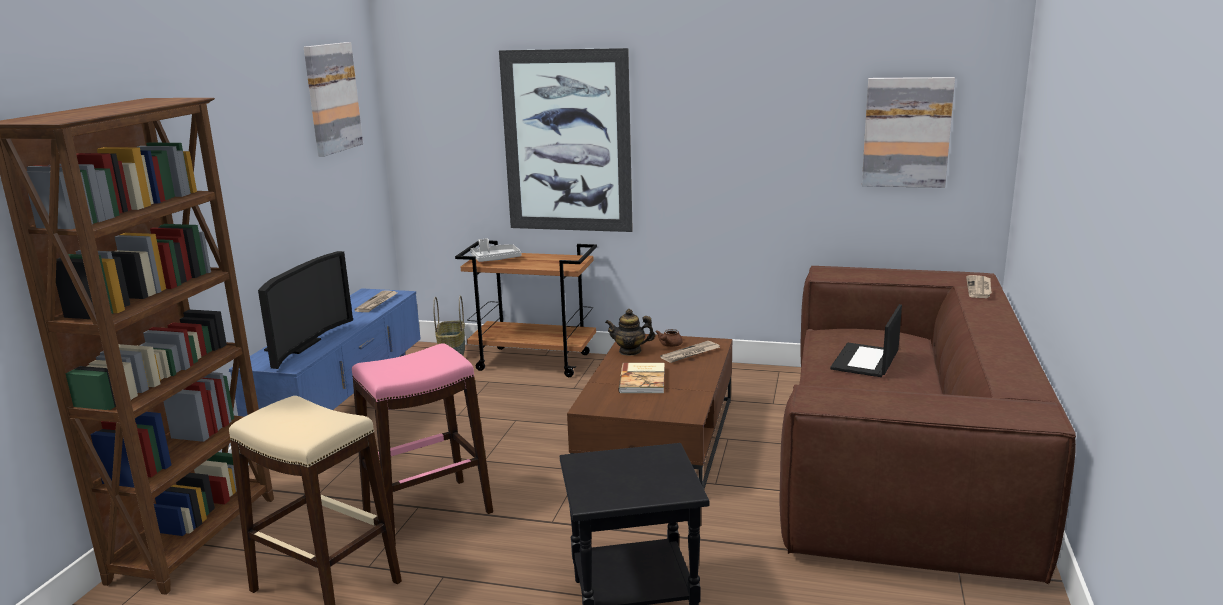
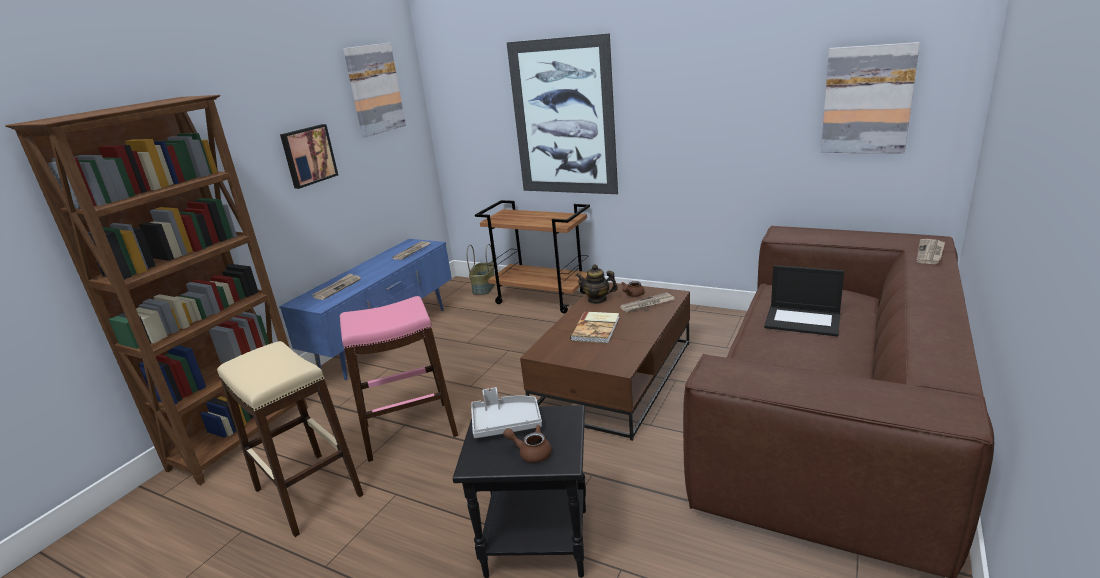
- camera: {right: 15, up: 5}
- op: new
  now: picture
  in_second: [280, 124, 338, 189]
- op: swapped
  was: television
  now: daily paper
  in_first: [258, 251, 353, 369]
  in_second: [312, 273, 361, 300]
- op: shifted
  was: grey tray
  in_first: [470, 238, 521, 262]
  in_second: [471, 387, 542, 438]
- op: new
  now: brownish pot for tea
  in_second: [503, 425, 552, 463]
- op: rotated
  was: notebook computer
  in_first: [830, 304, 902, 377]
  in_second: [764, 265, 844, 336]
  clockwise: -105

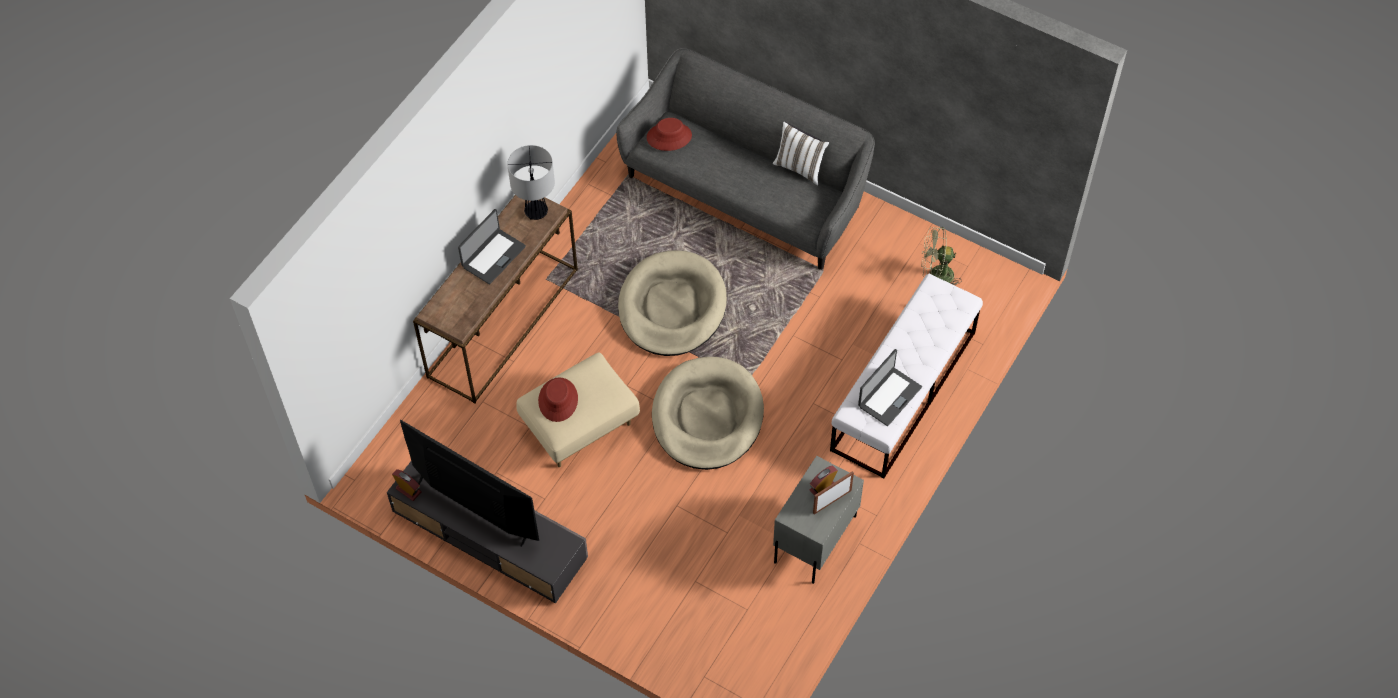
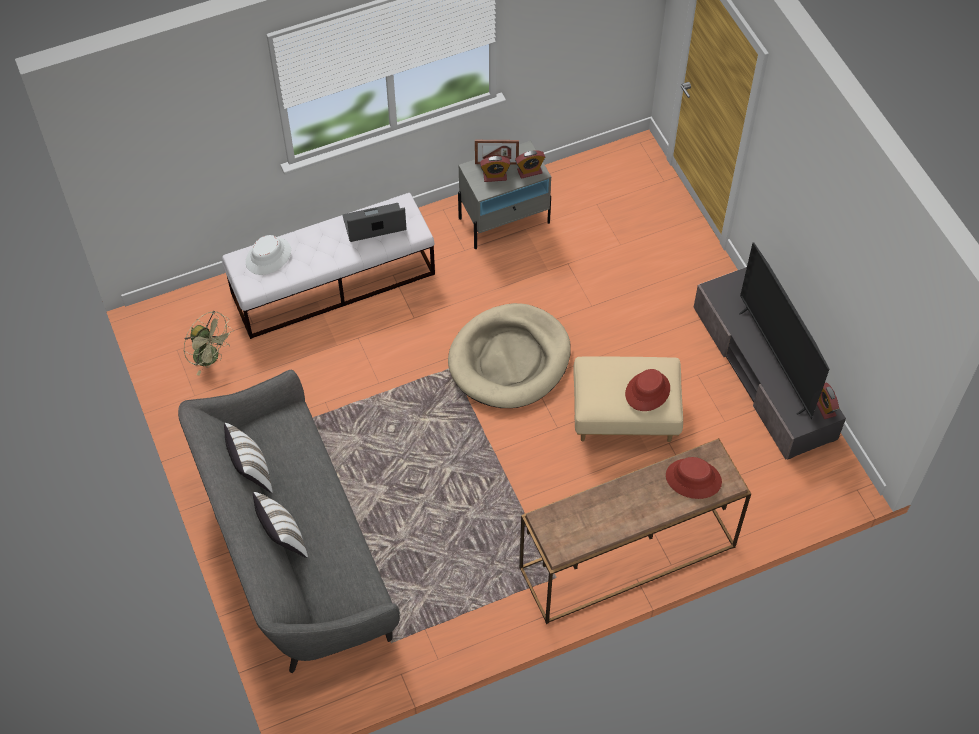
- camera: {right: -145, up: 0}
- op: new
  now: whitish hat
  in_second: [246, 235, 291, 275]
- op: new
  now: whitish throw pillow
  in_second: [253, 492, 308, 558]
- op: new
  now: bedside clock
  in_second: [515, 150, 545, 179]
- op: shifted
  was: red hat
  in_first: [647, 118, 692, 151]
  in_second: [666, 457, 722, 499]
- op: gone
  was: notebook computer
  in_first: [458, 209, 526, 285]
- op: gone
  was: table lamp
  in_first: [507, 145, 555, 220]
- op: gone
  was: beige dog cushion
  in_first: [618, 250, 727, 356]

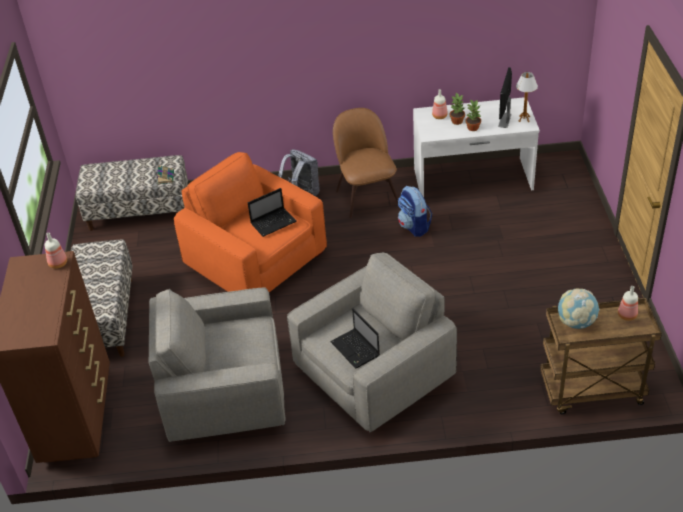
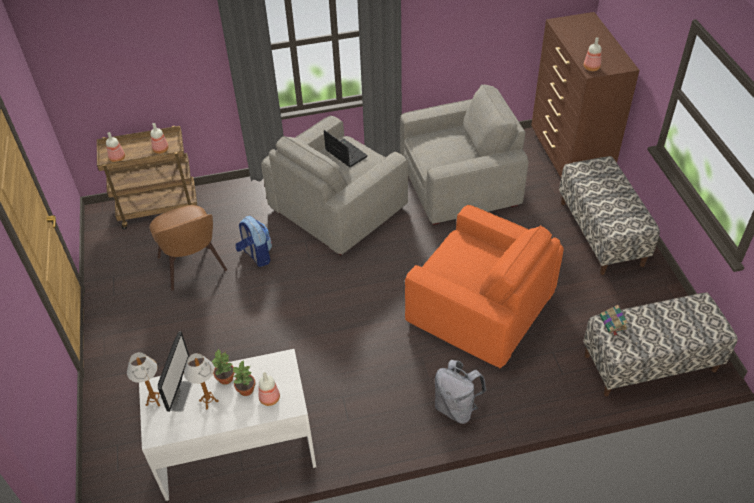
- camera: {right: 170, up: 5}
- op: swapped
  was: globe
  now: drink bottle
  in_first: [558, 288, 599, 329]
  in_second: [150, 123, 169, 154]
- op: shifted
  was: brownish upright chair
  in_first: [333, 108, 398, 218]
  in_second: [150, 205, 227, 291]
- op: new
  now: table lamp
  in_second: [184, 353, 218, 409]
- op: shifted
  was: backpack
  in_first: [398, 186, 432, 237]
  in_second: [236, 216, 272, 267]
- op: gone
  was: notebook computer
  in_first: [248, 188, 297, 237]

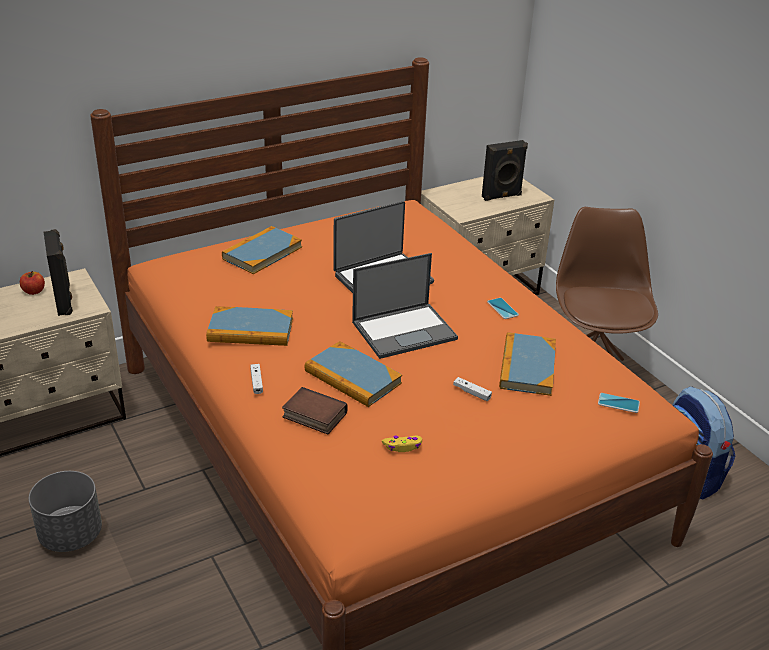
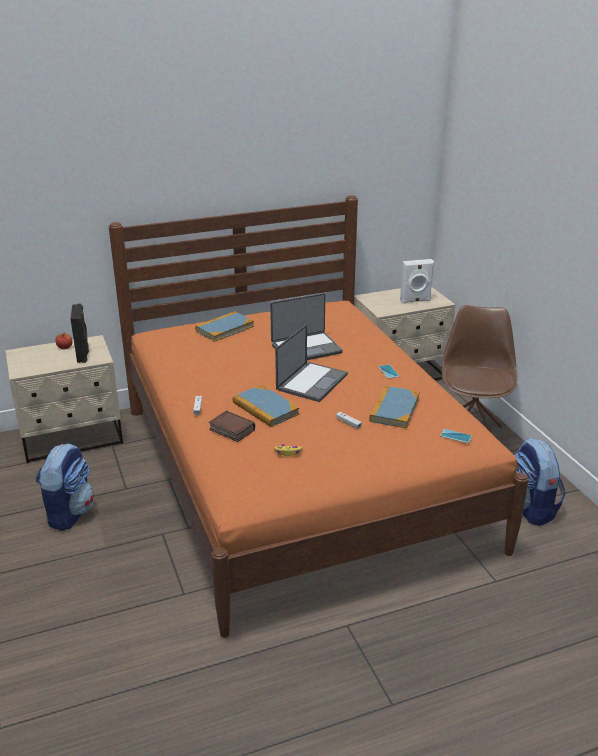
- camera: {right: 10, up: -5}
- op: swapped
  was: grey flower pot
  now: backpack
  in_first: [29, 471, 102, 552]
  in_second: [36, 443, 94, 531]
- op: rotated
  was: notebook computer
  in_first: [352, 253, 458, 359]
  in_second: [275, 324, 348, 402]
  clockwise: -45
- op: repainted
  was: blackish loudspeaker
  now: whitish loudspeaker
  in_first: [482, 140, 528, 201]
  in_second: [400, 259, 434, 303]
- op: gone
  was: bound book
  in_first: [206, 306, 293, 346]

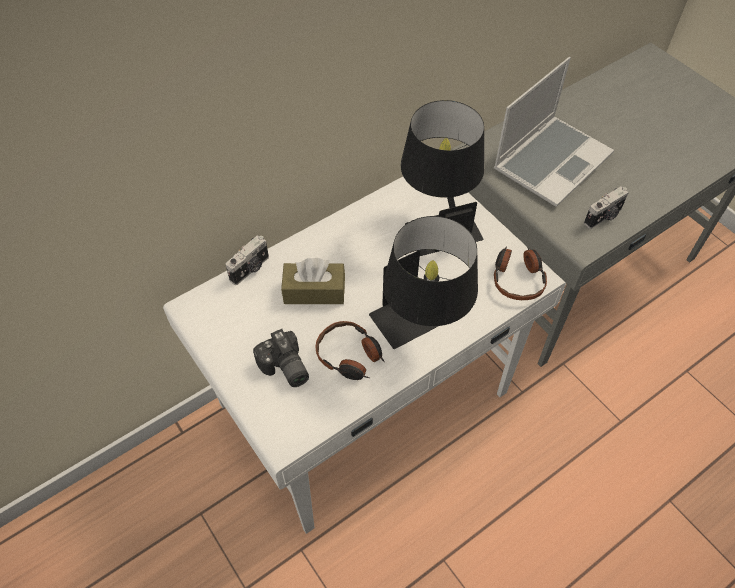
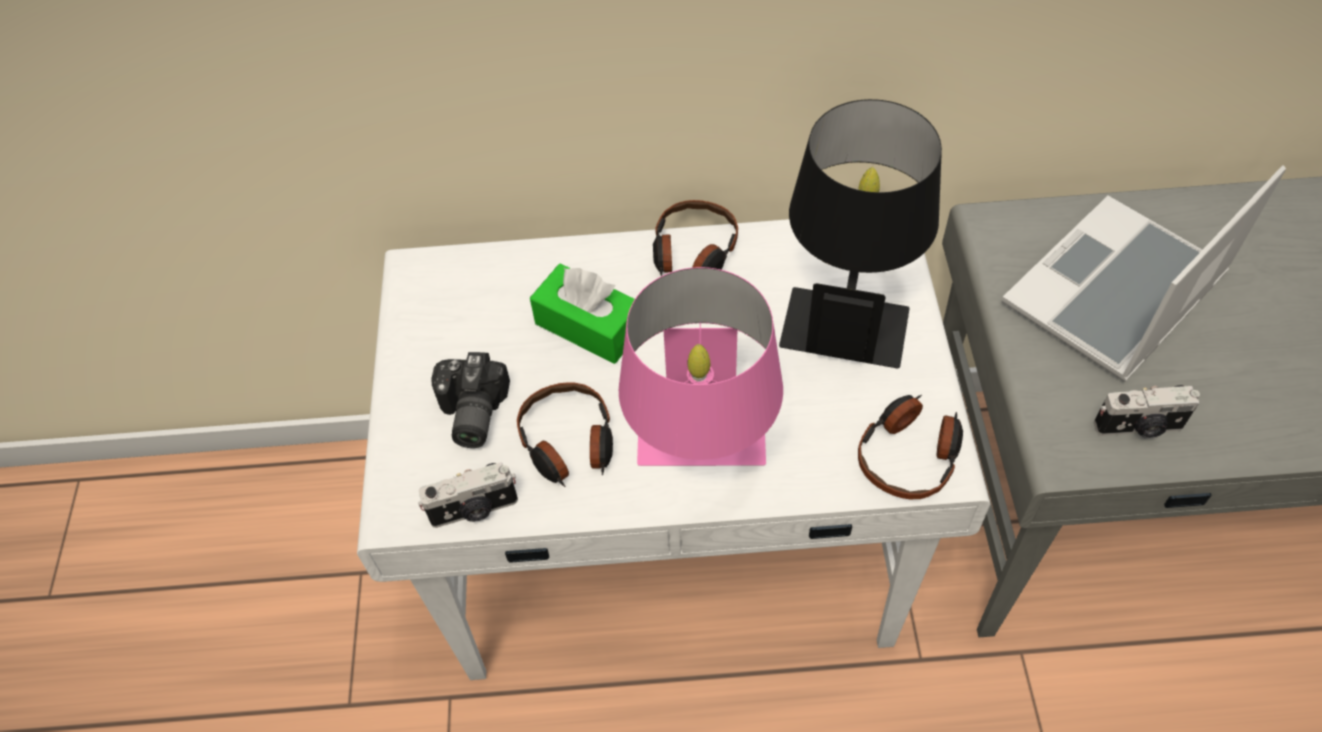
- camera: {right: 35, up: 0}
- op: shifted
  was: still camera
  in_first: [225, 235, 269, 285]
  in_second: [418, 462, 518, 528]
- op: repainted
  was: brownish box of tissues
  now: greenish box of tissues
  in_first: [281, 258, 345, 304]
  in_second: [530, 263, 635, 364]
- op: repainted
  was: blackish table lamp
  now: pink-coloured table lamp
  in_first: [369, 216, 478, 349]
  in_second: [619, 267, 783, 466]
- op: new
  now: headphones
  in_second: [653, 200, 738, 276]
- op: rotated
  was: notebook computer
  in_first: [494, 57, 614, 207]
  in_second: [1001, 165, 1286, 382]
  clockwise: 150

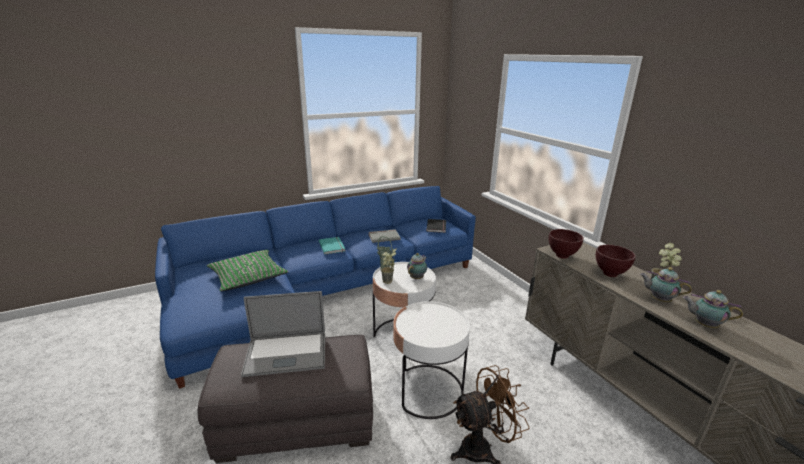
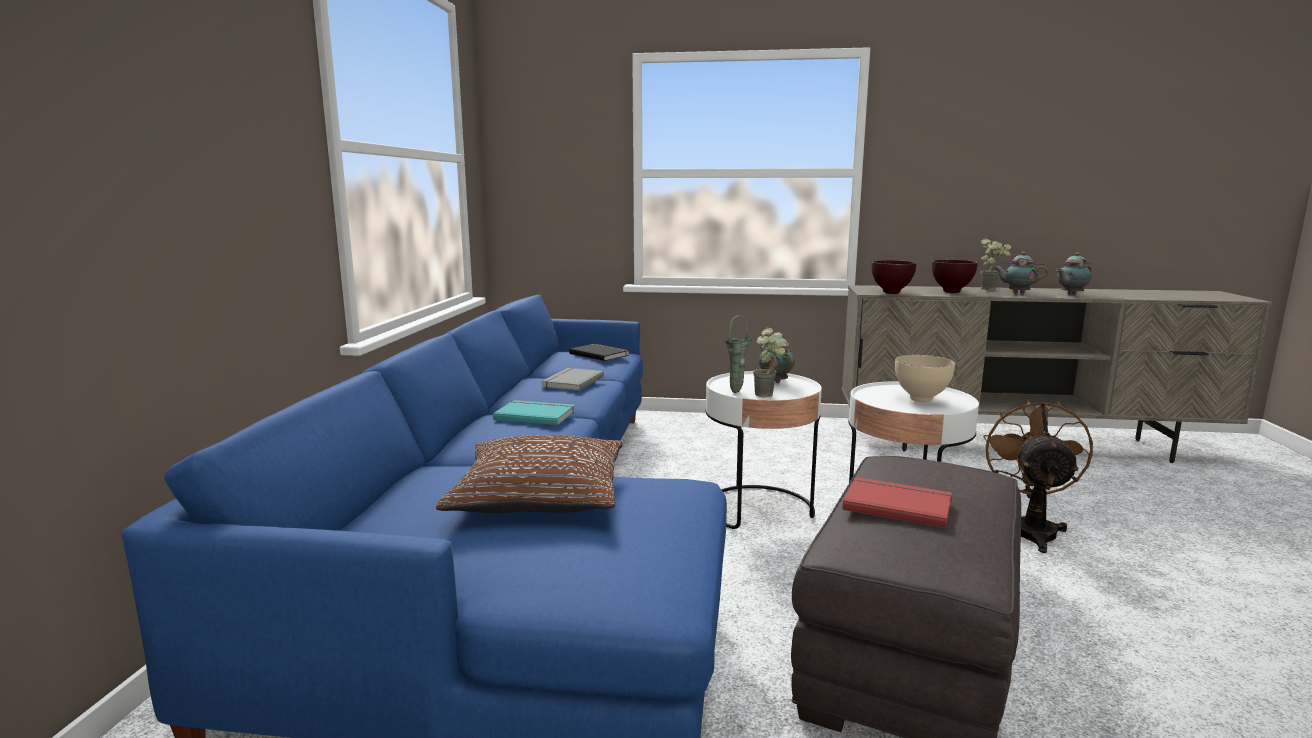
- camera: {right: -55, up: -10}
- op: repainted
  was: greenish throw pillow
  now: brownish throw pillow
  in_first: [207, 250, 288, 291]
  in_second: [436, 435, 623, 513]
- op: swapped
  was: notebook computer
  now: red bound book
  in_first: [241, 291, 325, 377]
  in_second: [843, 477, 952, 528]
- op: new
  now: beige deep dish
  in_second: [895, 355, 955, 402]
- op: rotated
  was: pot for tea
  in_first: [640, 267, 692, 302]
  in_second: [994, 252, 1048, 294]
  clockwise: 45

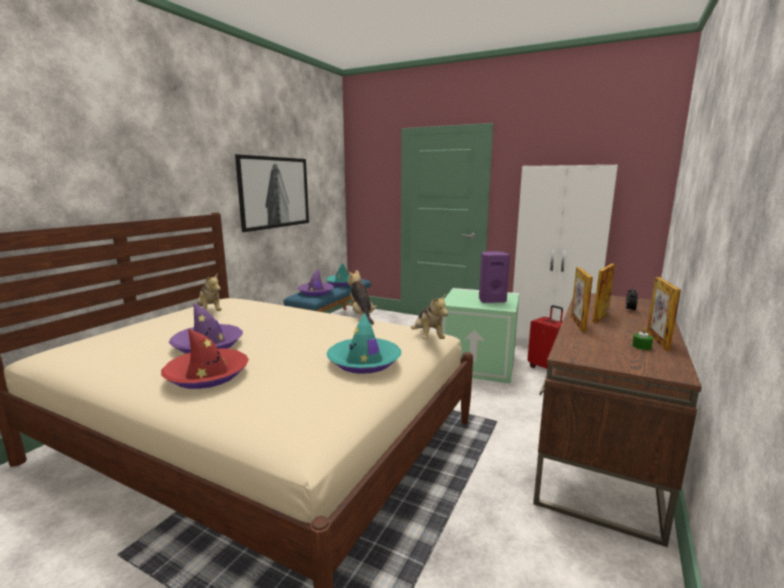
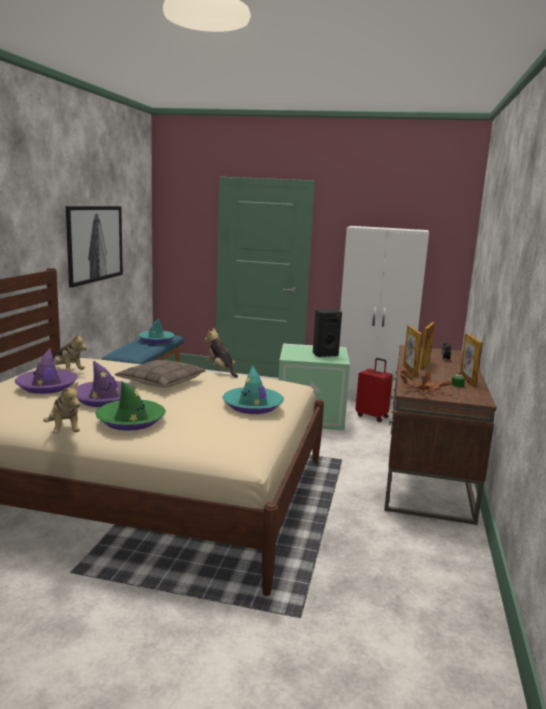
- camera: {right: -15, up: 0}
- op: shifted
  was: purple-coloured hat
  in_first: [298, 268, 334, 296]
  in_second: [14, 348, 78, 394]
- op: shifted
  was: plush toy
  in_first: [411, 295, 448, 339]
  in_second: [43, 382, 80, 434]
- op: repainted
  was: red hat
  now: greenish hat
  in_first: [161, 329, 249, 389]
  in_second: [95, 381, 166, 431]
- op: new
  now: throw pillow
  in_second: [115, 360, 205, 388]
- op: repainted
  was: purple-coloured loudspeaker
  now: blackish loudspeaker
  in_first: [479, 252, 510, 303]
  in_second: [313, 309, 342, 357]
- op: new
  now: plant in a pot
  in_second: [400, 370, 452, 392]

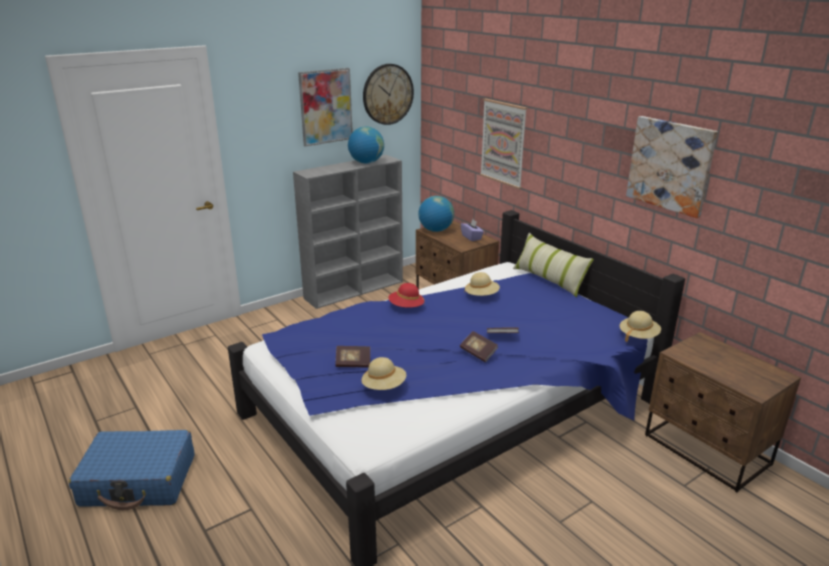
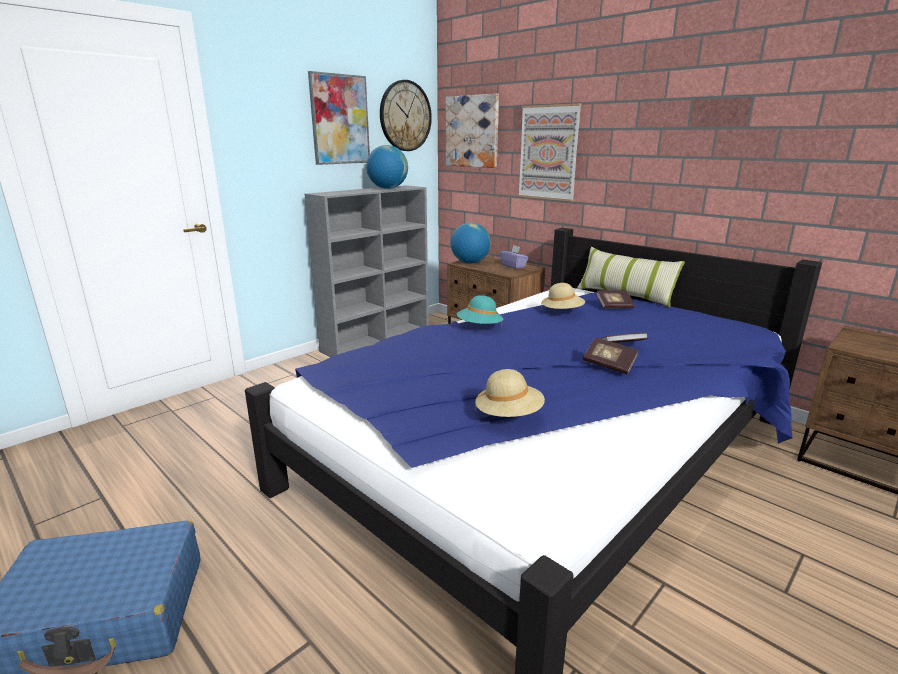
- camera: {right: -10, up: -5}
- op: shifted
  was: picture
  in_first: [626, 116, 718, 218]
  in_second: [446, 94, 499, 168]
- op: repainted
  was: red hat
  now: turquoise hat
  in_first: [388, 283, 425, 307]
  in_second: [456, 295, 504, 326]
- op: shifted
  was: bound book
  in_first: [335, 346, 370, 368]
  in_second: [596, 290, 635, 309]
- op: gone
  was: beige hat
  in_first: [620, 311, 661, 342]

